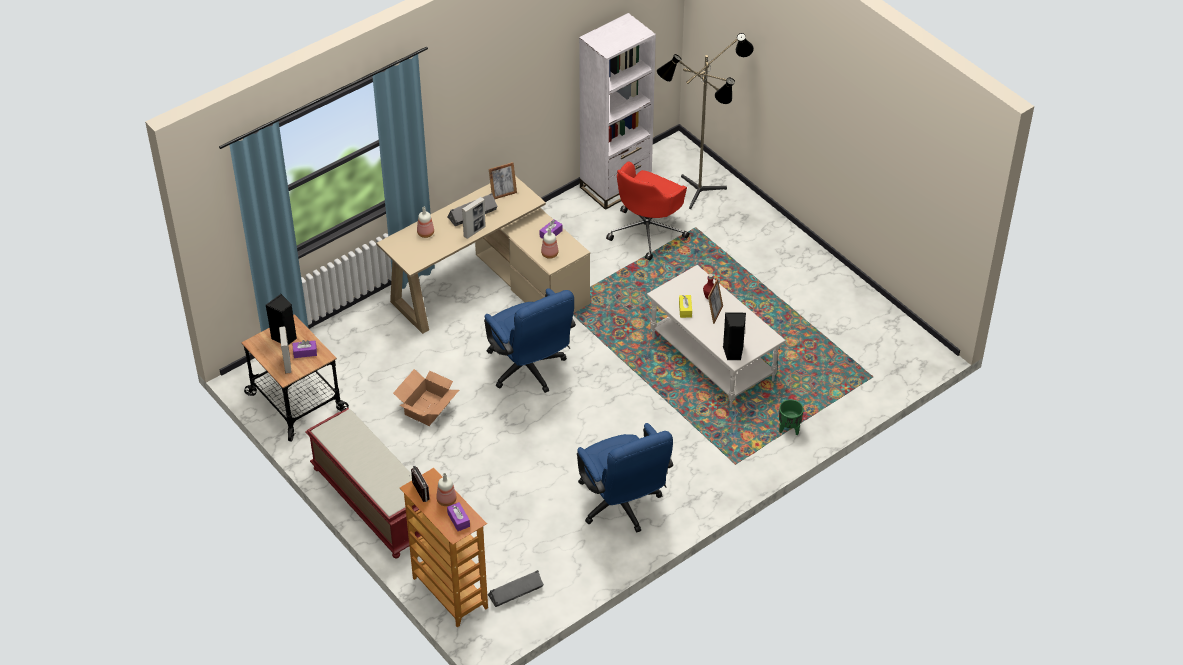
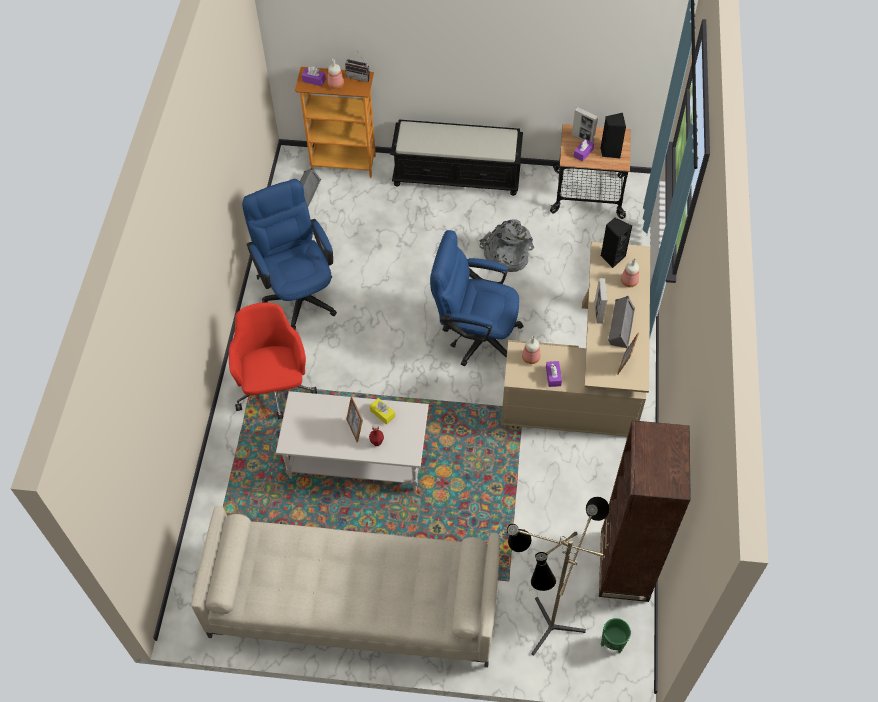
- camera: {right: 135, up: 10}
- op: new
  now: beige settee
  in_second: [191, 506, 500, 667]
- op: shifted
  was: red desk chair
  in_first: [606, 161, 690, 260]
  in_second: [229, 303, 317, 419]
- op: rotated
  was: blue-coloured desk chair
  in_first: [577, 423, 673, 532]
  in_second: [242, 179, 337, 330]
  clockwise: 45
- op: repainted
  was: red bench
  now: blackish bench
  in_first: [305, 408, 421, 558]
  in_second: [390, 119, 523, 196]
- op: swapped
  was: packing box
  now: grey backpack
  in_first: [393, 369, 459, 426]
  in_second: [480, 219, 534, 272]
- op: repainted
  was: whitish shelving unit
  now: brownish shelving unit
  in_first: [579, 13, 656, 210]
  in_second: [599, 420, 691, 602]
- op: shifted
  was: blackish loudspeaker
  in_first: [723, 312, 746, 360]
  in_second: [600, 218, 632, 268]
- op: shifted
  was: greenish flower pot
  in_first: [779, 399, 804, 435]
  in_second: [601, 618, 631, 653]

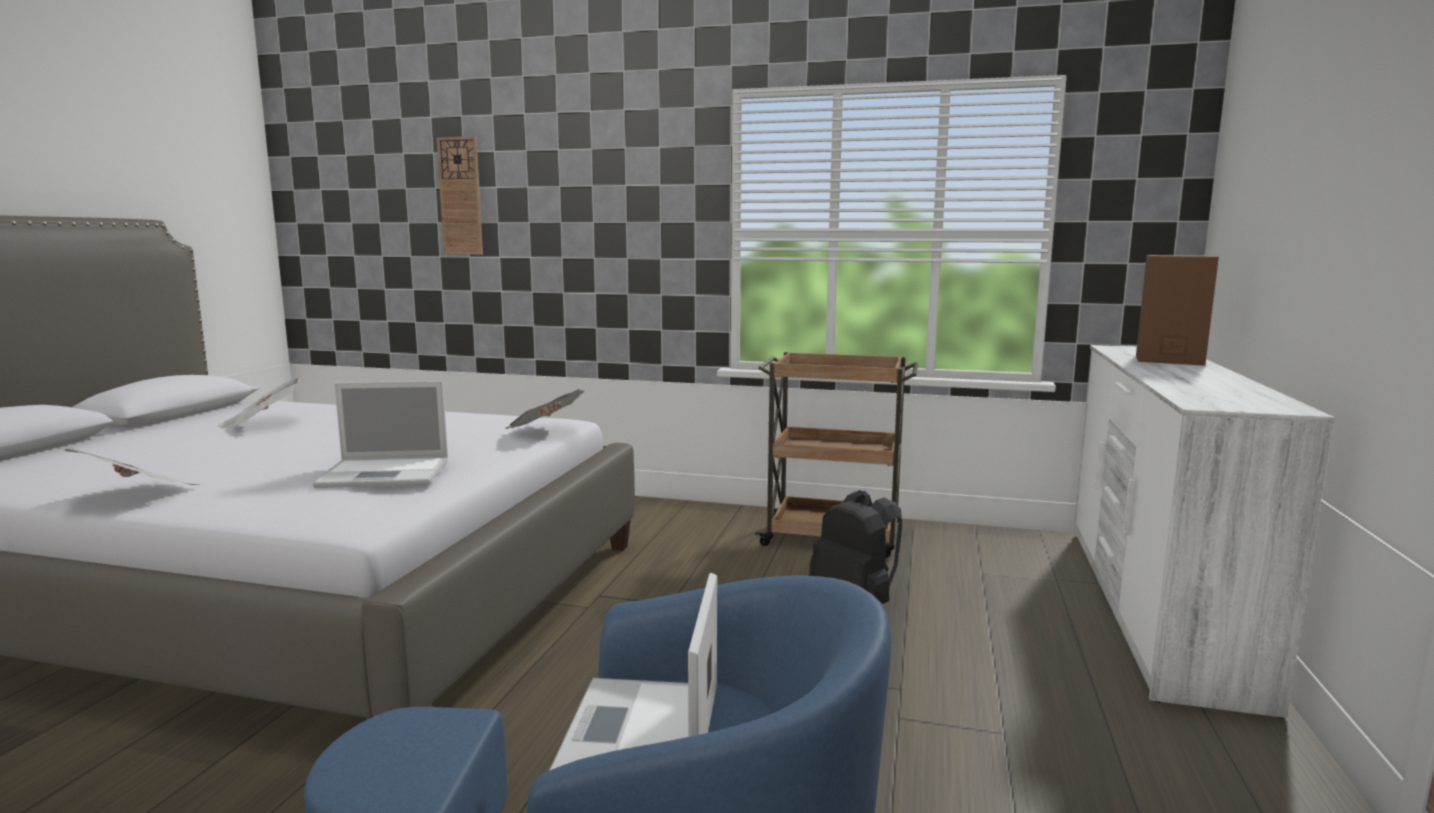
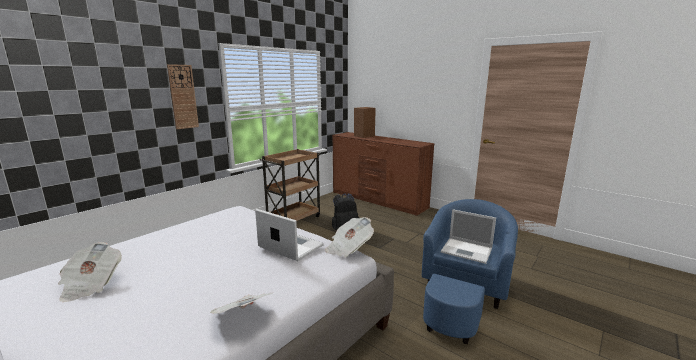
- camera: {right: -65, up: 5}
- op: shifted
  was: hanging clock
  in_first: [437, 136, 483, 255]
  in_second: [167, 64, 199, 129]
- op: rotated
  was: notebook computer
  in_first: [313, 381, 448, 488]
  in_second: [255, 209, 324, 261]
  clockwise: -75
- op: shifted
  was: daily paper
  in_first: [505, 389, 584, 429]
  in_second: [325, 217, 374, 257]
- op: repainted
  was: whitish dresser
  now: brownish dresser
  in_first: [1074, 345, 1335, 719]
  in_second: [332, 132, 435, 216]

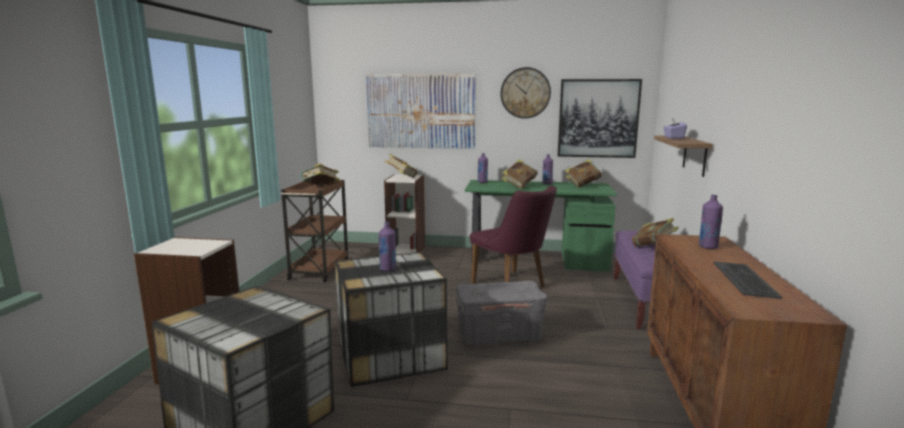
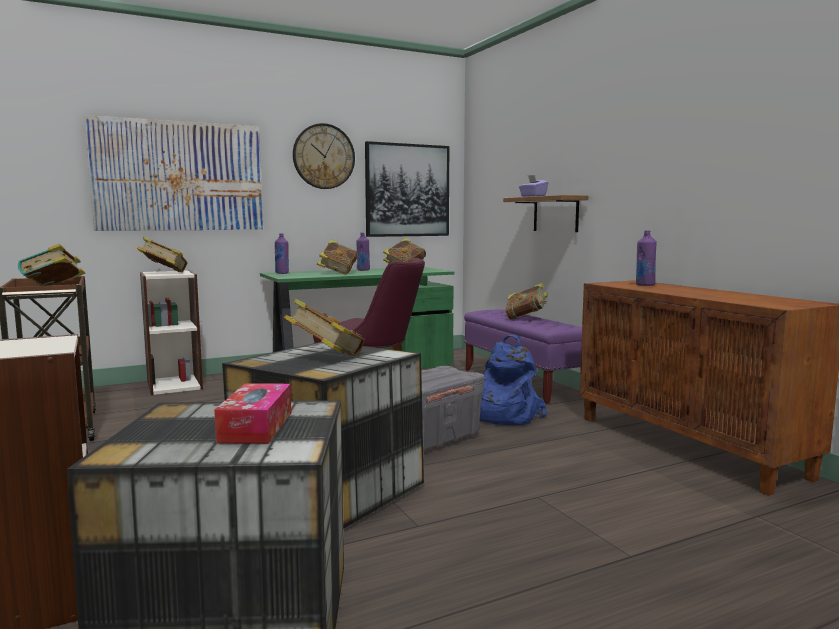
- camera: {right: -35, up: -5}
- op: new
  now: box of tissues
  in_second: [214, 383, 291, 444]
- op: swapped
  was: purple-coloured drink bottle
  now: bound book
  in_first: [378, 222, 396, 271]
  in_second: [284, 299, 365, 356]
- op: new
  now: blue-coloured backpack
  in_second: [480, 335, 547, 425]
- op: gone
  was: PC keyboard
  in_first: [714, 261, 782, 299]

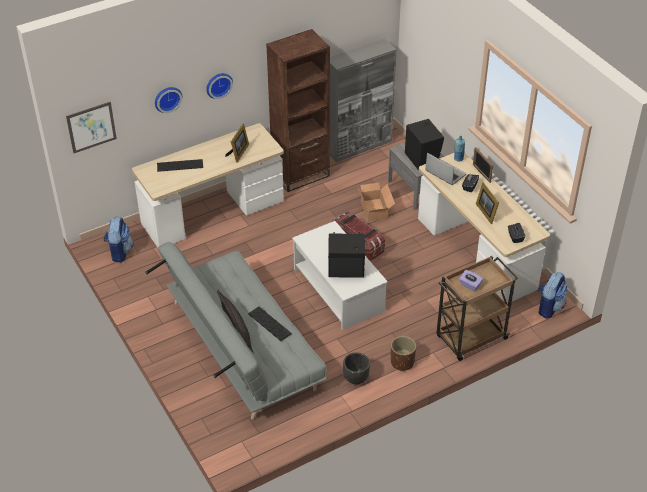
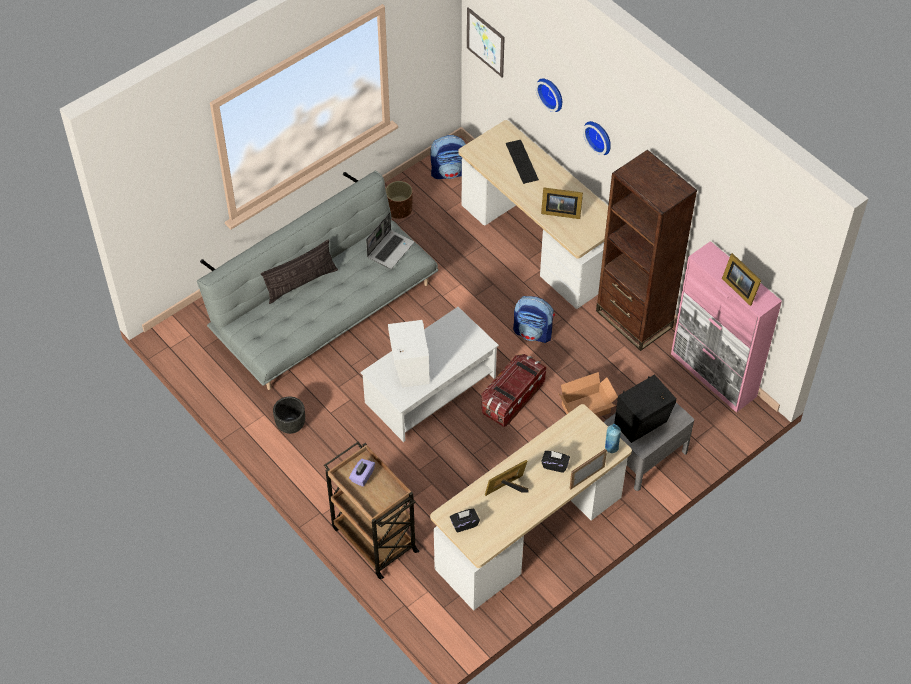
- camera: {right: 80, up: 10}
- op: shifted
  was: notebook computer
  in_first: [426, 153, 466, 185]
  in_second: [366, 212, 414, 269]
- op: shifted
  was: brownish flower pot
  in_first: [391, 336, 416, 371]
  in_second: [386, 181, 413, 219]
- op: repainted
  was: blackish loudspeaker
  now: whitish loudspeaker
  in_first: [328, 232, 365, 278]
  in_second: [388, 320, 430, 387]
- op: shifted
  was: backpack
  in_first: [538, 272, 567, 319]
  in_second: [513, 296, 555, 343]
- op: repainted
  was: grey cabinet
  now: pink-coloured cabinet
  in_first: [330, 39, 397, 163]
  in_second: [671, 241, 782, 413]
- op: new
  now: picture frame
  in_second: [722, 253, 761, 306]
- op: gone
  was: PC keyboard
  in_first: [248, 306, 292, 341]

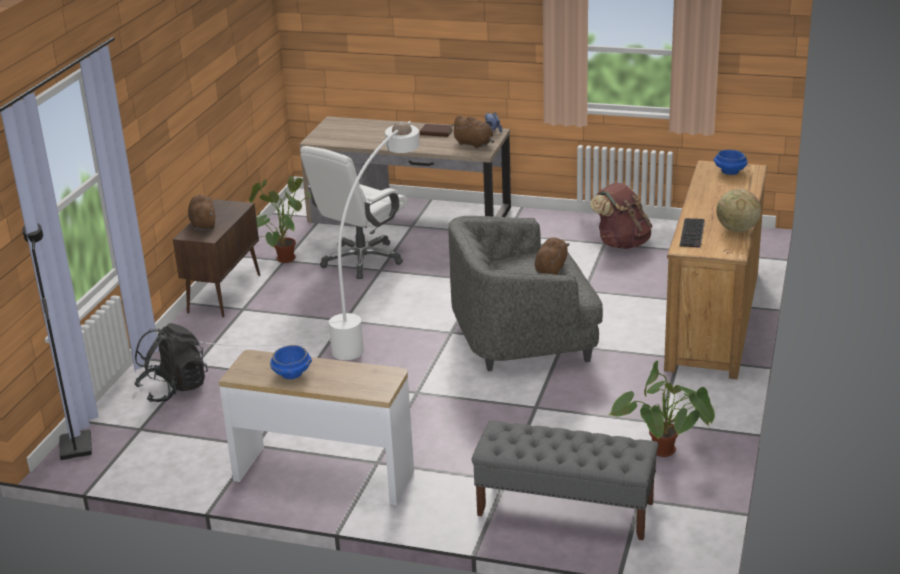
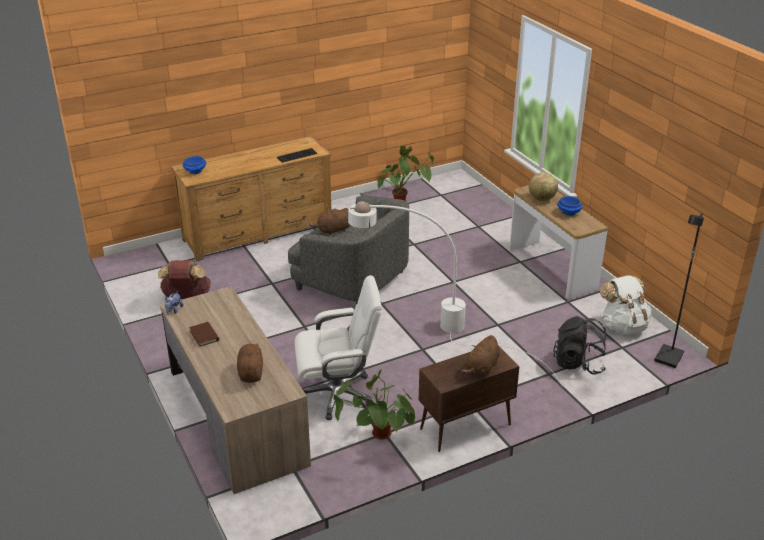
- camera: {right: -135, up: 5}
- op: shifted
  was: brownish plush toy
  in_first: [451, 116, 494, 148]
  in_second: [237, 343, 263, 383]
- op: shifted
  was: globe
  in_first: [716, 189, 761, 232]
  in_second: [529, 172, 558, 201]
- op: new
  now: whitish backpack
  in_second: [600, 276, 651, 335]
- op: gone
  was: grey bench
  in_first: [472, 420, 659, 540]

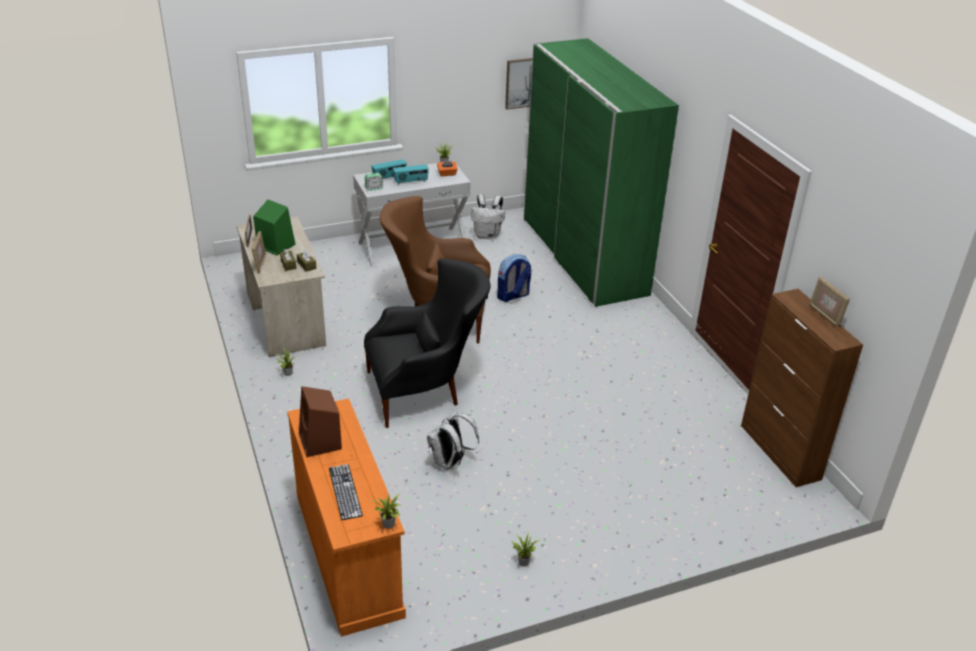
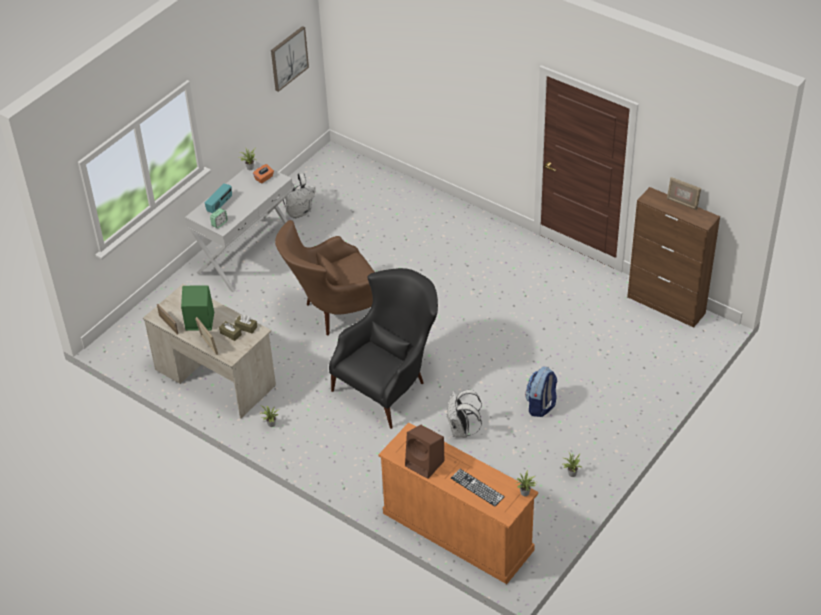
- camera: {right: -30, up: 10}
- op: shifted
  was: backpack
  in_first: [497, 254, 531, 302]
  in_second: [525, 367, 557, 417]
- op: gone
  was: radio set
  in_first: [393, 164, 429, 185]
- op: gone
  was: greenish wardrobe
  in_first: [524, 38, 679, 307]

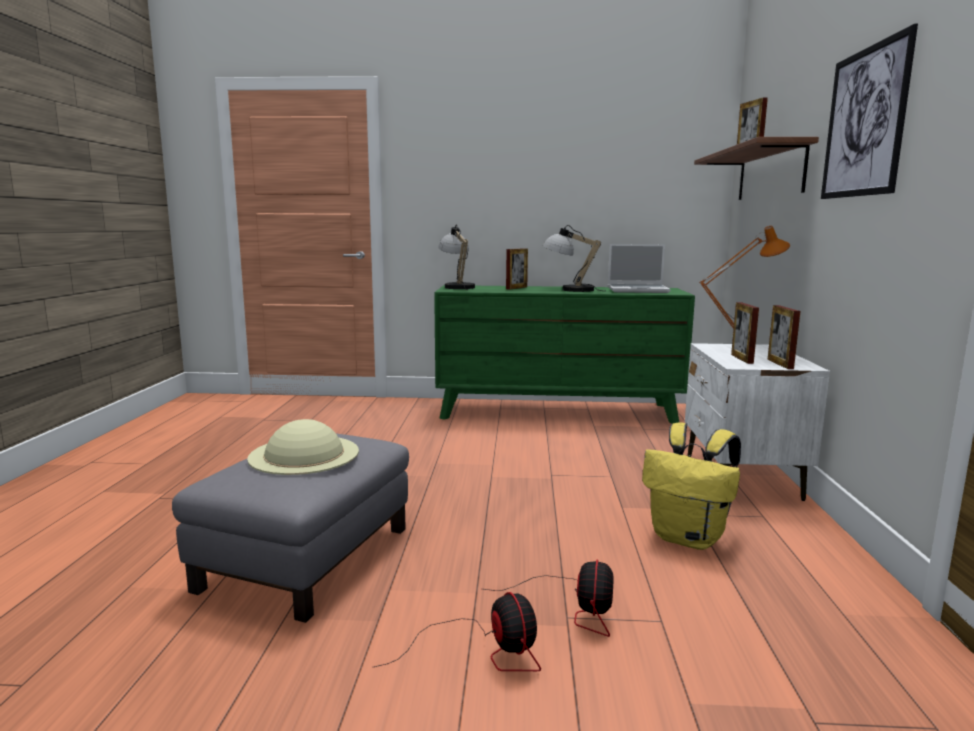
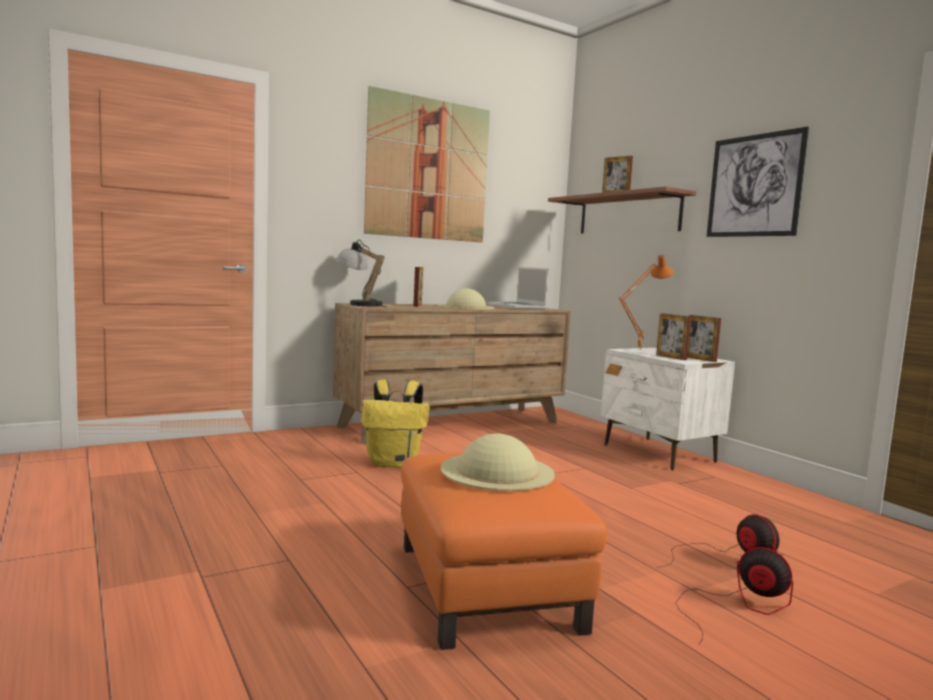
- camera: {right: -35, up: -5}
- op: repainted
  was: greenish dresser
  now: brownish dresser
  in_first: [434, 285, 695, 424]
  in_second: [333, 303, 571, 444]
- op: shifted
  was: yellowish backpack
  in_first: [642, 422, 741, 550]
  in_second: [361, 379, 430, 468]
- op: new
  now: picture
  in_second: [364, 86, 490, 243]
- op: repainted
  was: grey ottoman
  now: orangey ottoman
  in_first: [172, 434, 409, 623]
  in_second: [401, 453, 607, 650]
- op: swapped
  was: table lamp
  now: beige hat
  in_first: [543, 225, 605, 292]
  in_second: [438, 288, 495, 310]
- op: rotated
  was: notebook computer
  in_first: [608, 244, 671, 293]
  in_second: [487, 267, 549, 310]
  clockwise: 90

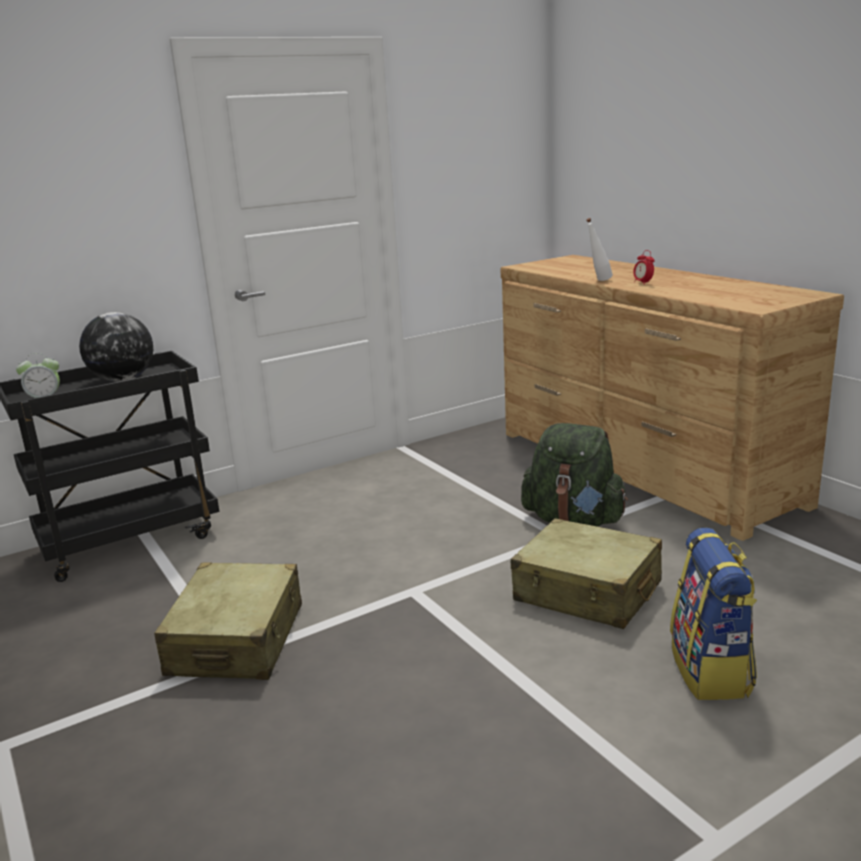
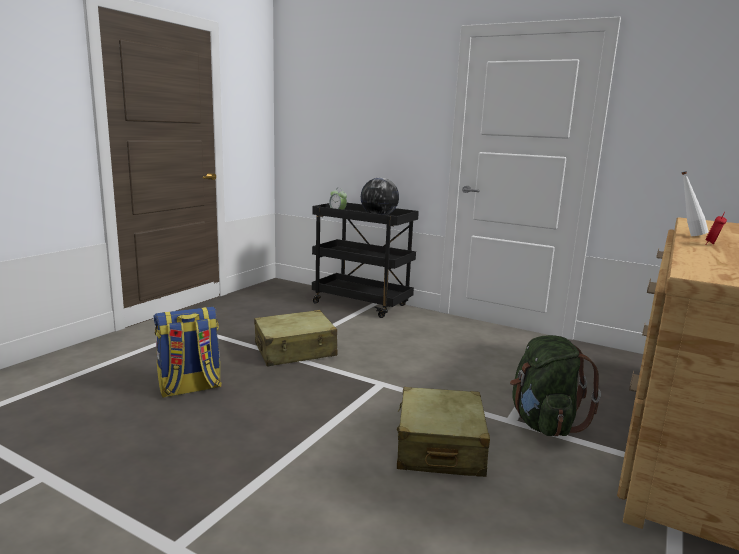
- camera: {right: 60, up: -5}
- op: shifted
  was: backpack
  in_first: [670, 528, 757, 700]
  in_second: [154, 307, 222, 398]

